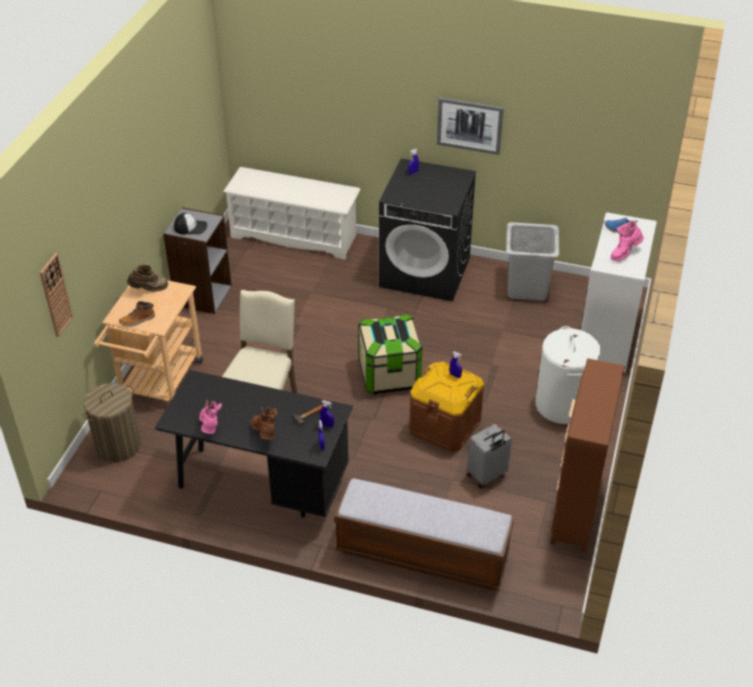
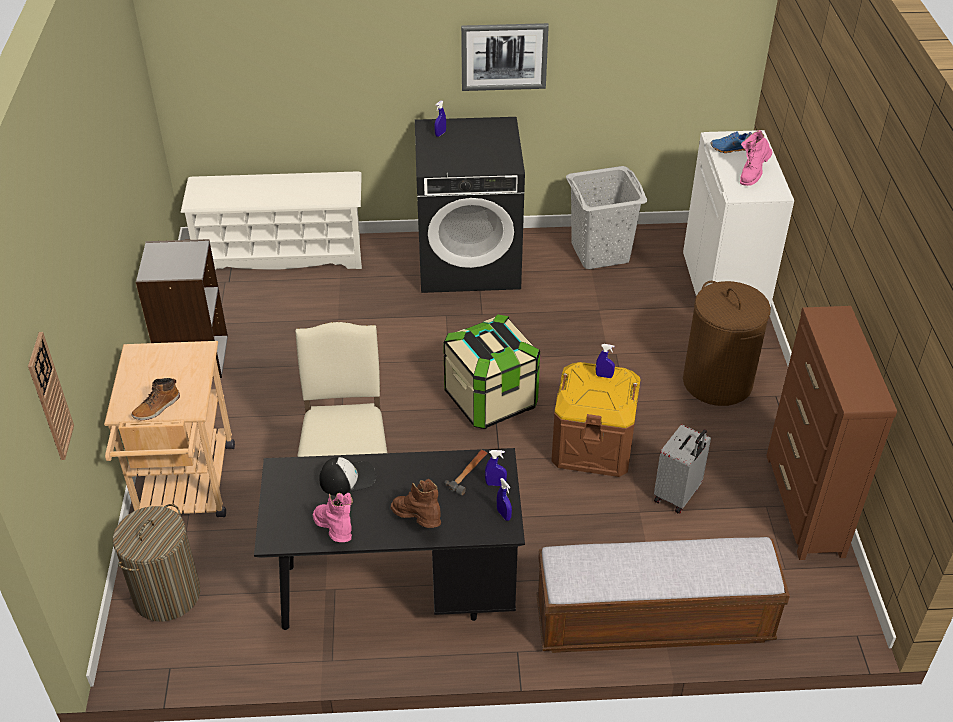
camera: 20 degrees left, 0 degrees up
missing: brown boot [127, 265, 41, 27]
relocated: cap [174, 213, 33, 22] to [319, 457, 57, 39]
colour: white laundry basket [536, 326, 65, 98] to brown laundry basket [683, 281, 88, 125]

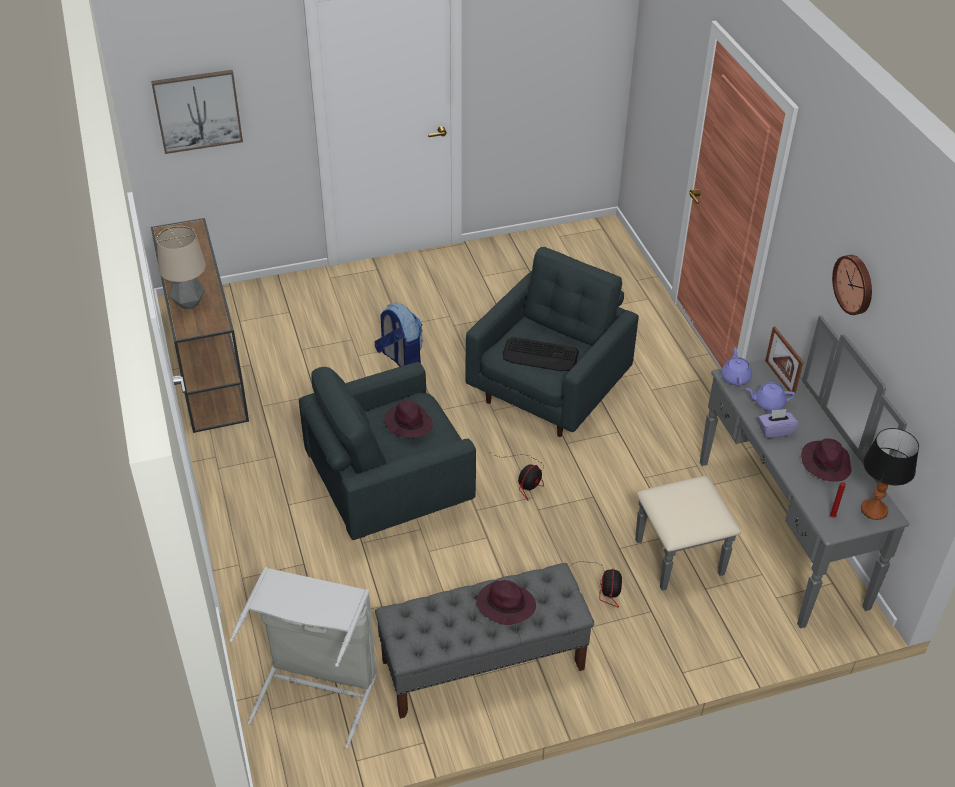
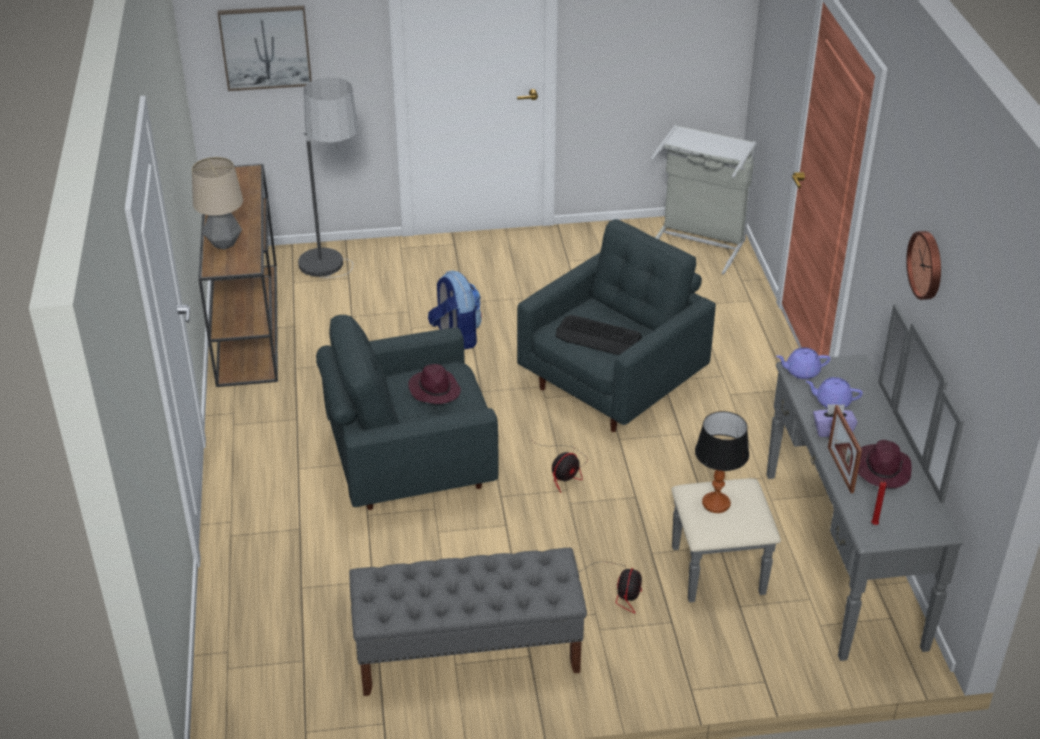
camera: 10 degrees right, 5 degrees down
missing: purple hat [476, 580, 60, 45]
appeared: floor lamp [298, 77, 60, 201]
relocated: picture frame [765, 326, 38, 69] to [828, 405, 34, 88]; table lamp [861, 428, 58, 92] to [695, 411, 54, 102]; grey laundry basket [229, 567, 147, 182] to [651, 125, 106, 149]
spun: purple teapot [721, 347, 31, 39] = [776, 347, 55, 32] 105 degrees counterclockwise

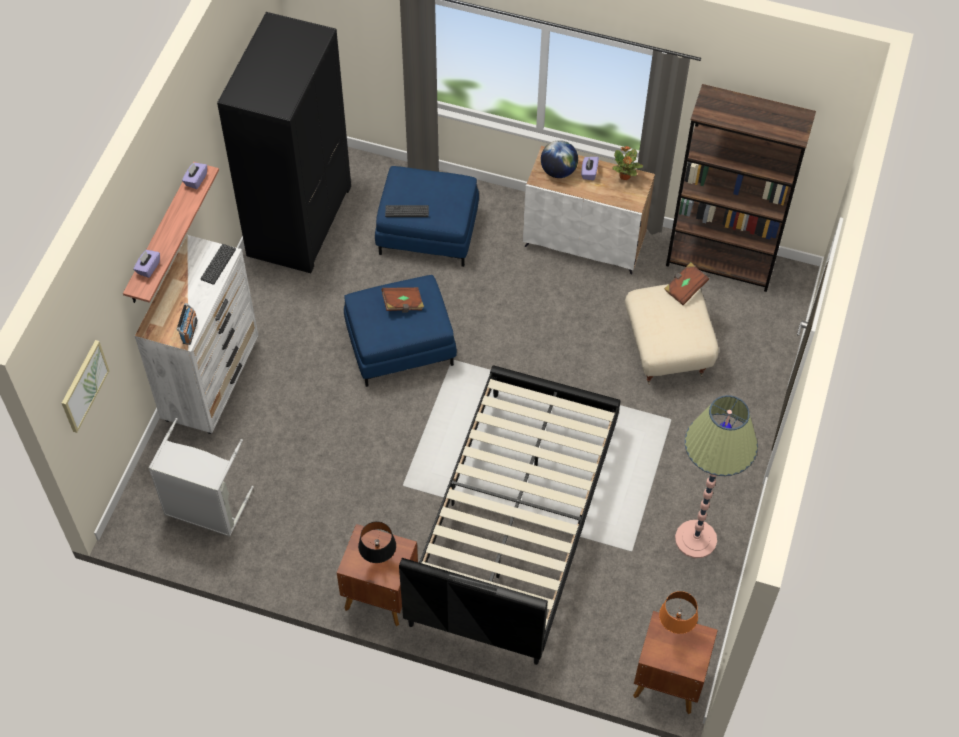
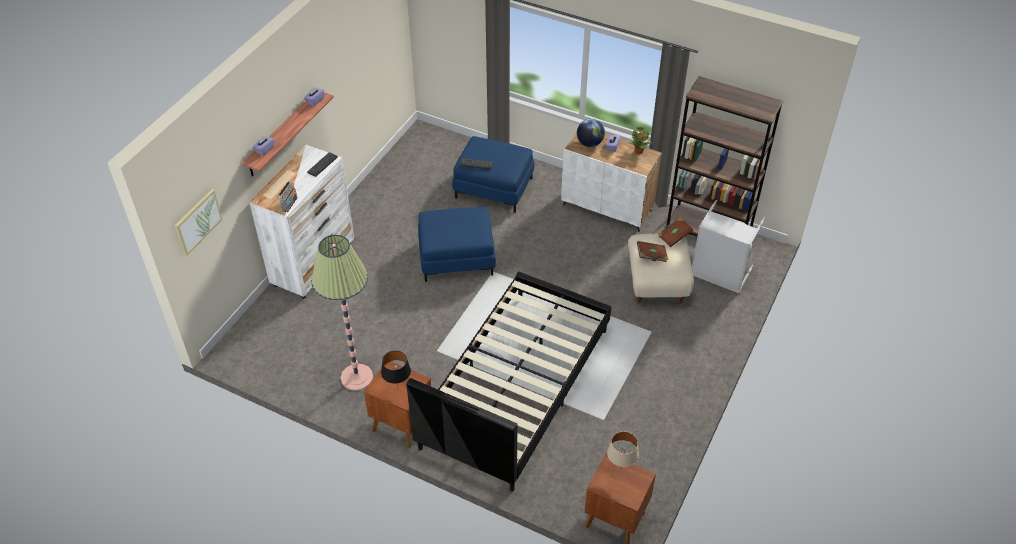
camera: 10 degrees right, 10 degrees down
missing: black wardrobe [217, 12, 134, 261]
relocated: brown book [381, 287, 43, 26] to [637, 241, 31, 21]; floor lamp [675, 395, 83, 163] to [311, 235, 62, 156]; grey laundry basket [149, 418, 105, 119] to [692, 200, 73, 93]
colour: orange table lamp [659, 591, 39, 43] to beige table lamp [607, 431, 32, 36]

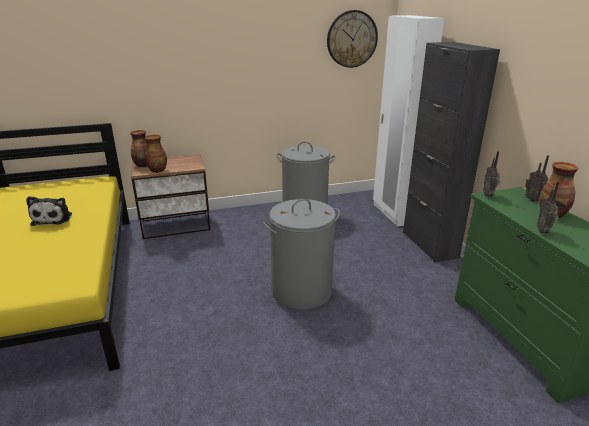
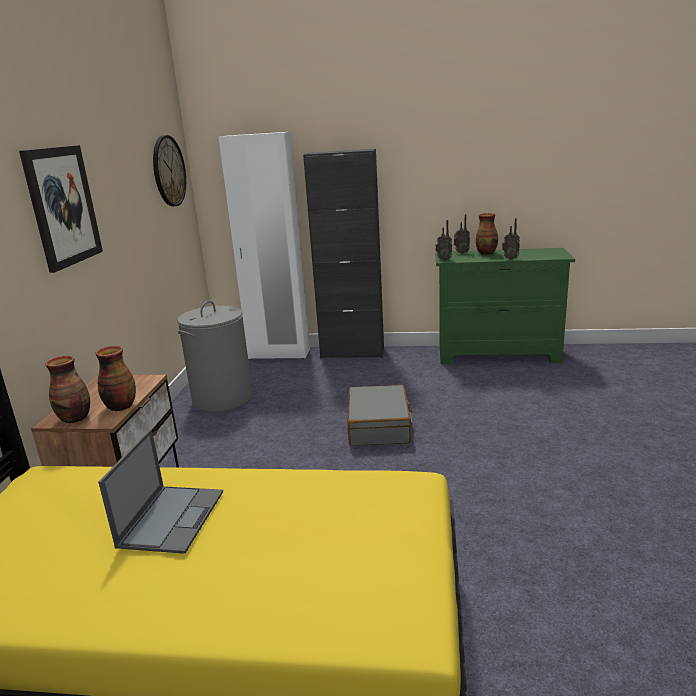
camera: 65 degrees left, 5 degrees down
appeared: picture [19, 145, 84, 128]
exchanged: plush toy [26, 196, 46, 30] to laptop [98, 429, 125, 125]; grey laundry basket [263, 199, 77, 111] to grey suitcase [347, 385, 66, 61]

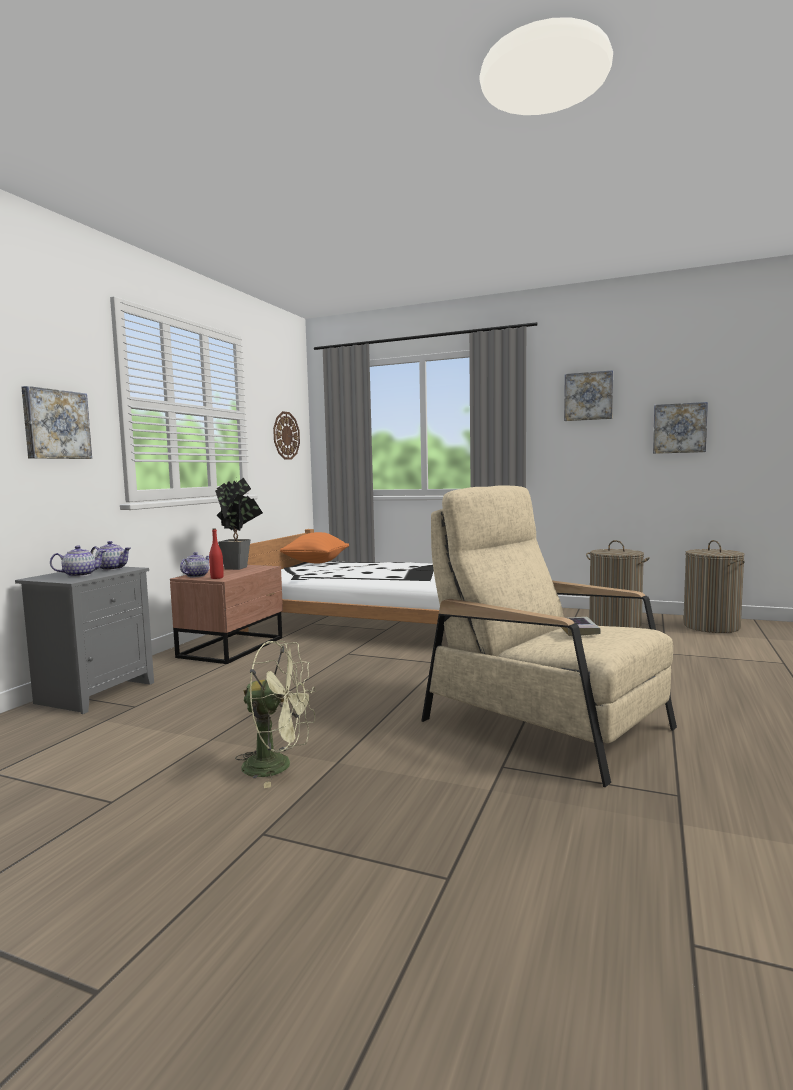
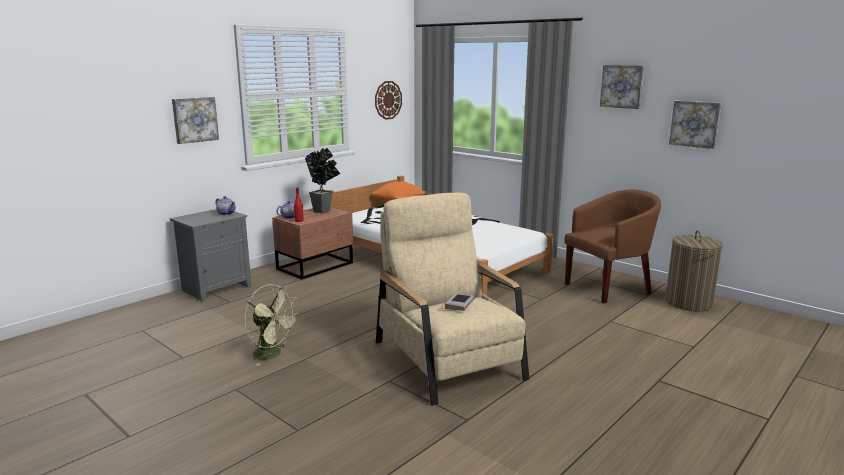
camera: 20 degrees right, 10 degrees up
missing: teapot [50, 545, 56, 32]
exchanged: laundry basket [586, 540, 64, 88] to brown armchair [564, 189, 97, 115]

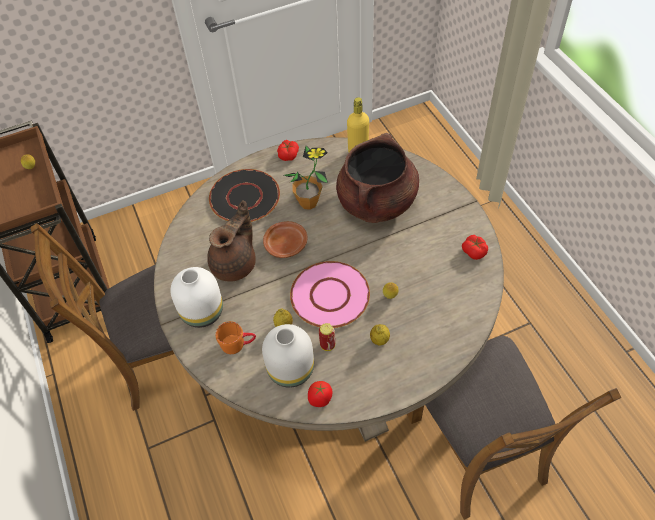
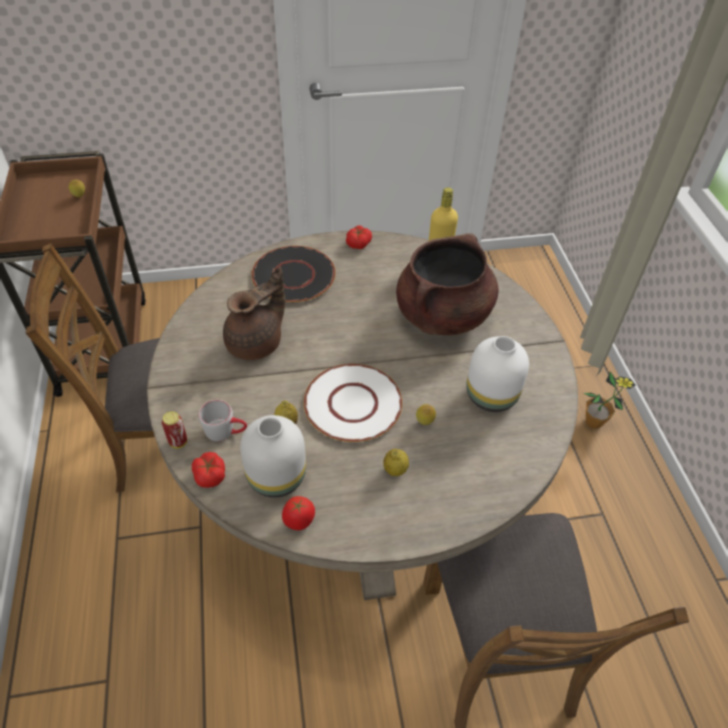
camera: 10 degrees right, 5 degrees down
missing: brown plate [263, 221, 45, 37]
relocated: potted plant [284, 146, 44, 64] to [583, 371, 52, 58]; tomato [462, 235, 26, 25] to [192, 452, 33, 36]; white vase [170, 267, 53, 61] to [466, 336, 63, 76]; can [319, 323, 16, 28] to [162, 411, 25, 38]
colour: pink plate [290, 261, 80, 67] to white plate [304, 364, 98, 78]; orange mug [216, 321, 40, 33] to grey mug [199, 400, 48, 41]

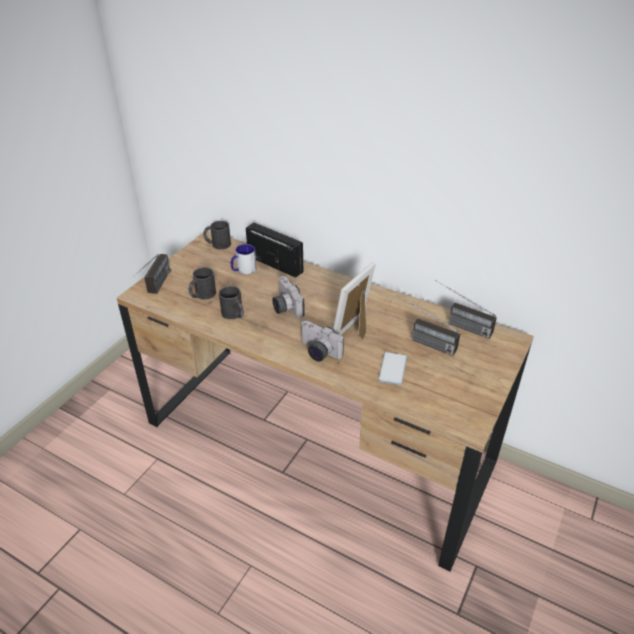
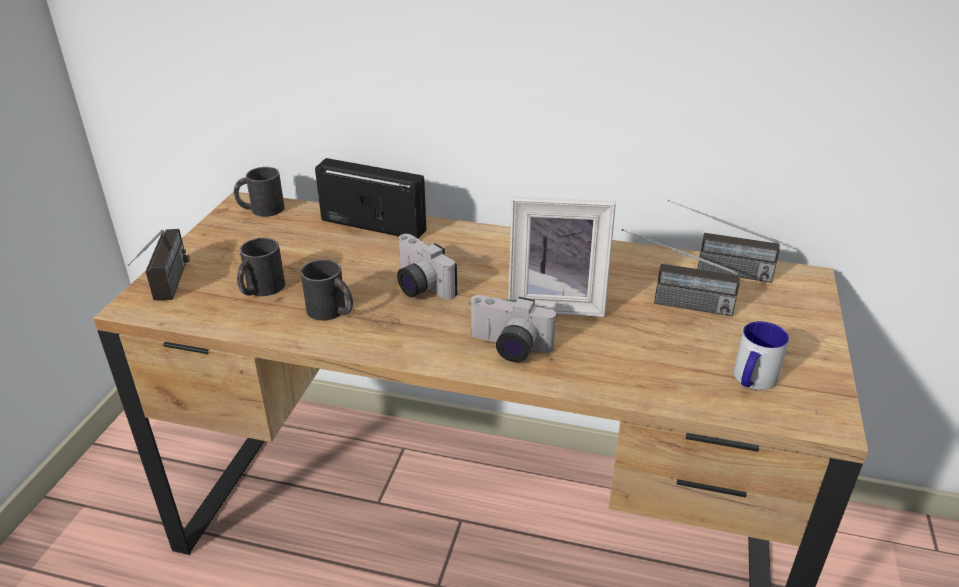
camera: 15 degrees left, 5 degrees down
missing: phone [378, 352, 29, 33]
relocated: mug [231, 244, 25, 30] to [733, 321, 56, 69]
spun: picture frame [333, 262, 43, 78] = [508, 196, 108, 121] 105 degrees counterclockwise

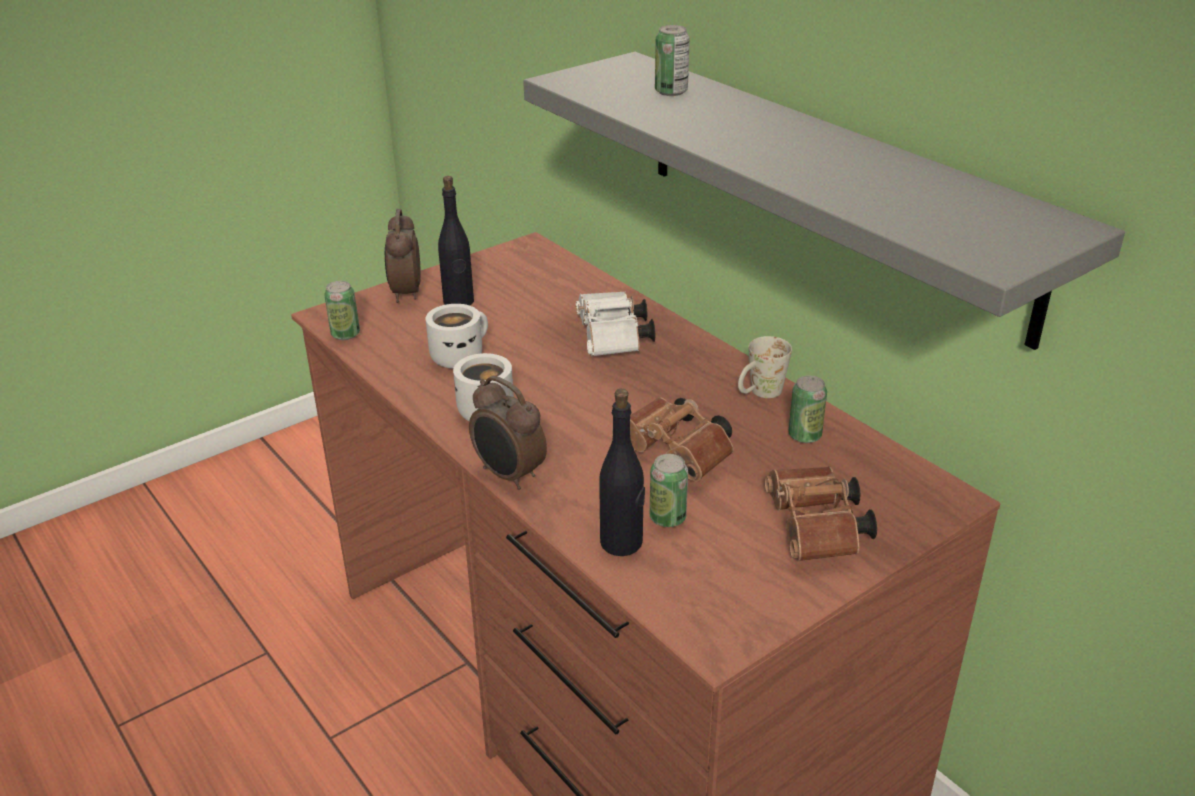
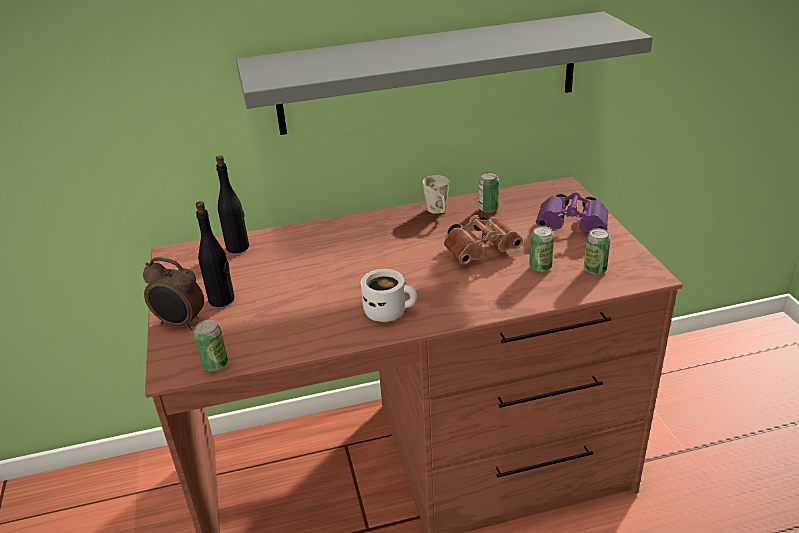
camera: 65 degrees left, 0 degrees up
missing: white binoculars [576, 291, 79, 66]; white mug [426, 304, 62, 65]; alarm clock [469, 376, 78, 114]
relocated: can [655, 25, 35, 71] to [584, 228, 27, 47]; black bottle [599, 389, 46, 167] to [216, 155, 33, 98]
colour: brown binoculars [765, 466, 112, 96] to purple binoculars [536, 190, 73, 42]

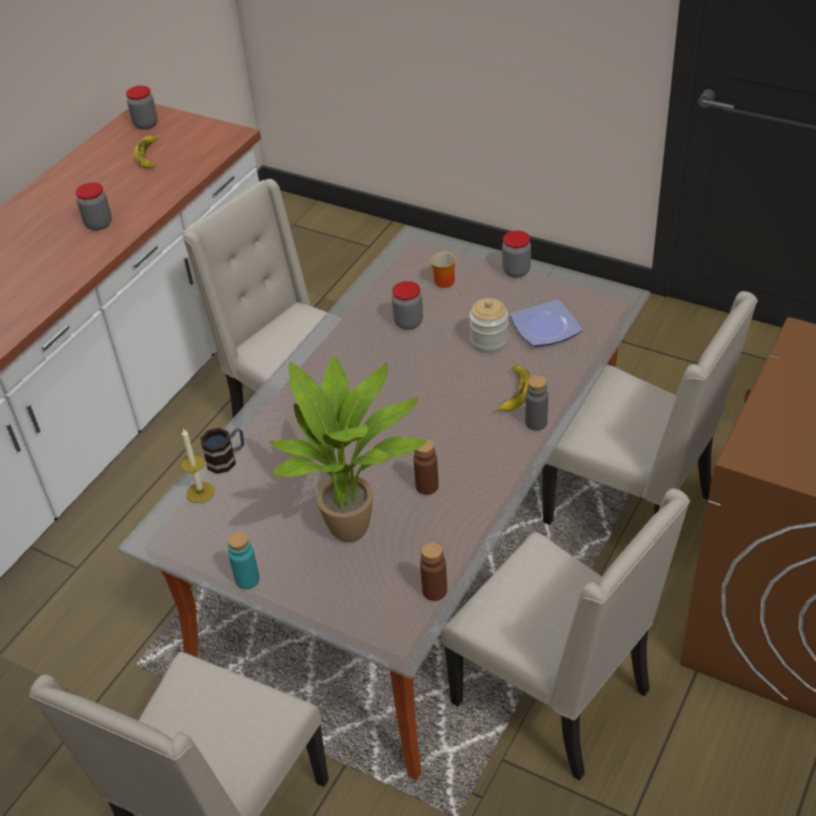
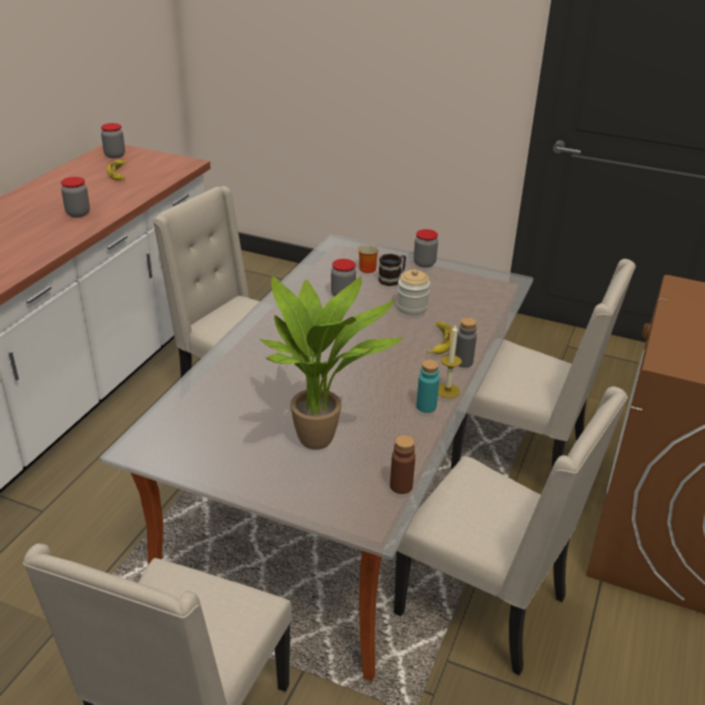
camera: 10 degrees left, 10 degrees down
missing: plate [510, 299, 72, 48]; brown bottle [413, 438, 26, 57]
relocated: candle [180, 428, 35, 75] to [438, 324, 24, 74]; mug [200, 428, 44, 46] to [378, 254, 28, 32]; turquoise bottle [228, 532, 32, 57] to [416, 359, 23, 54]

